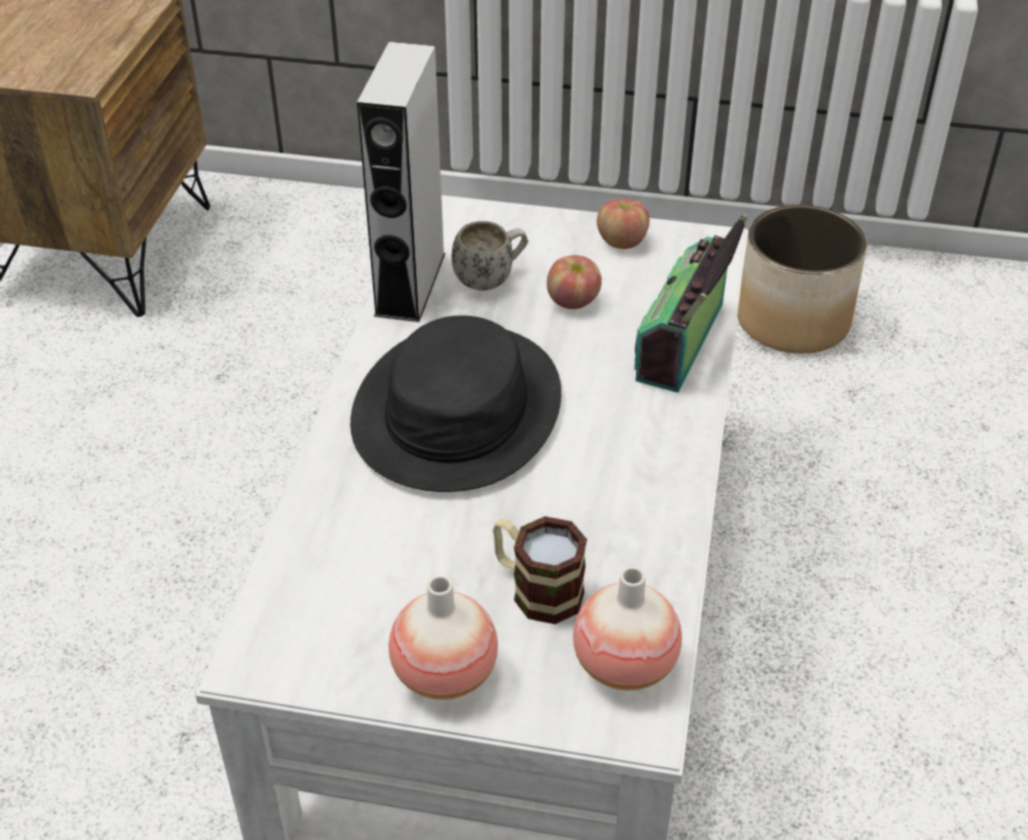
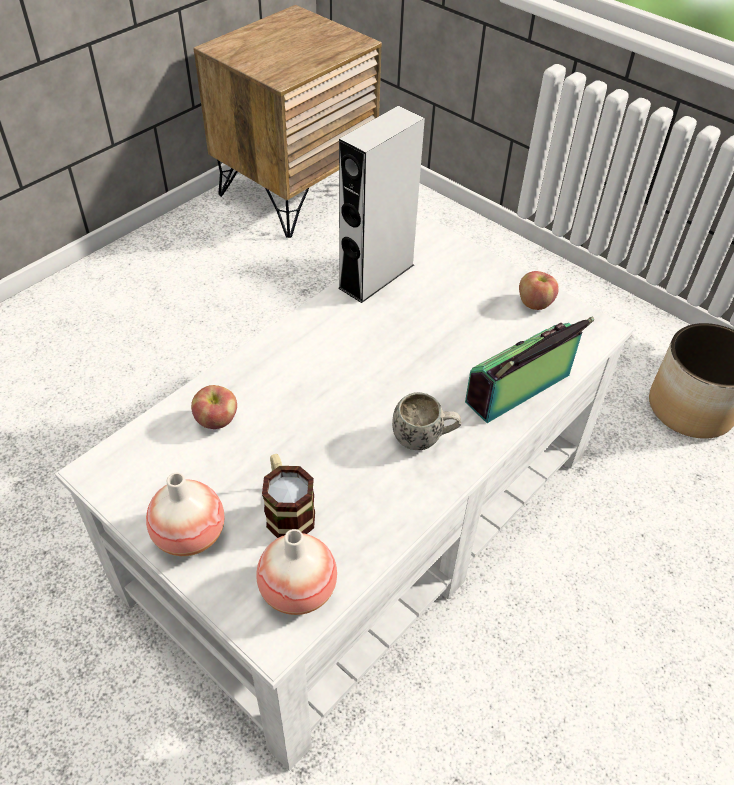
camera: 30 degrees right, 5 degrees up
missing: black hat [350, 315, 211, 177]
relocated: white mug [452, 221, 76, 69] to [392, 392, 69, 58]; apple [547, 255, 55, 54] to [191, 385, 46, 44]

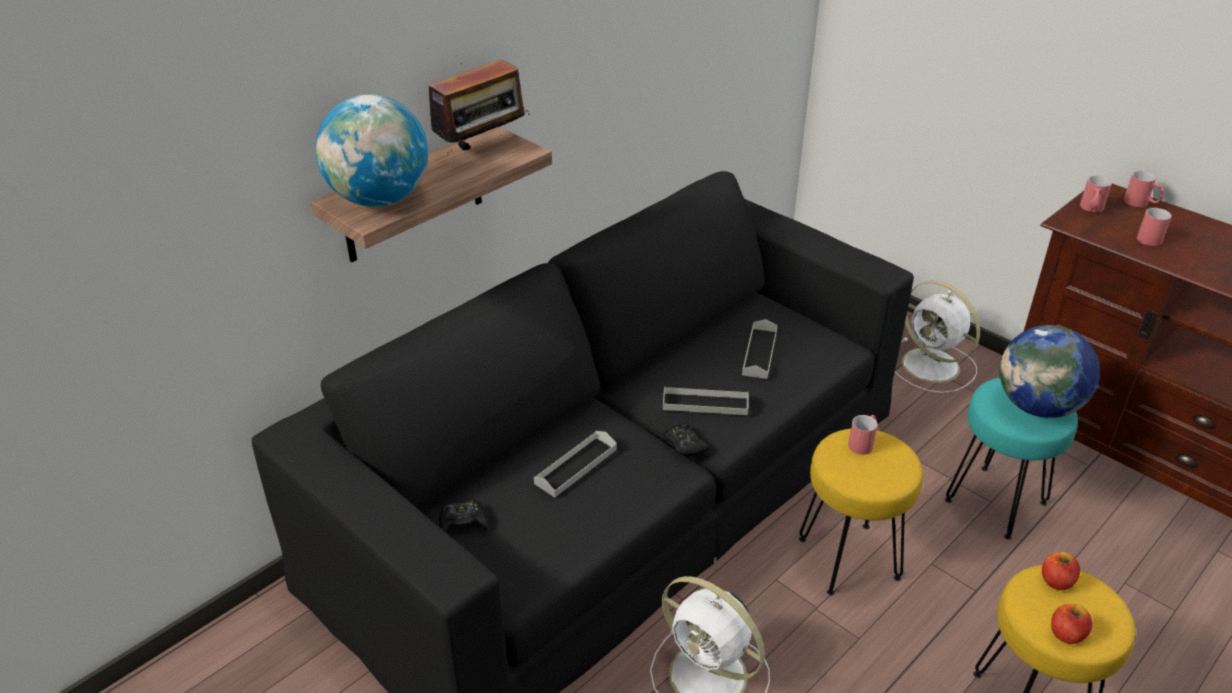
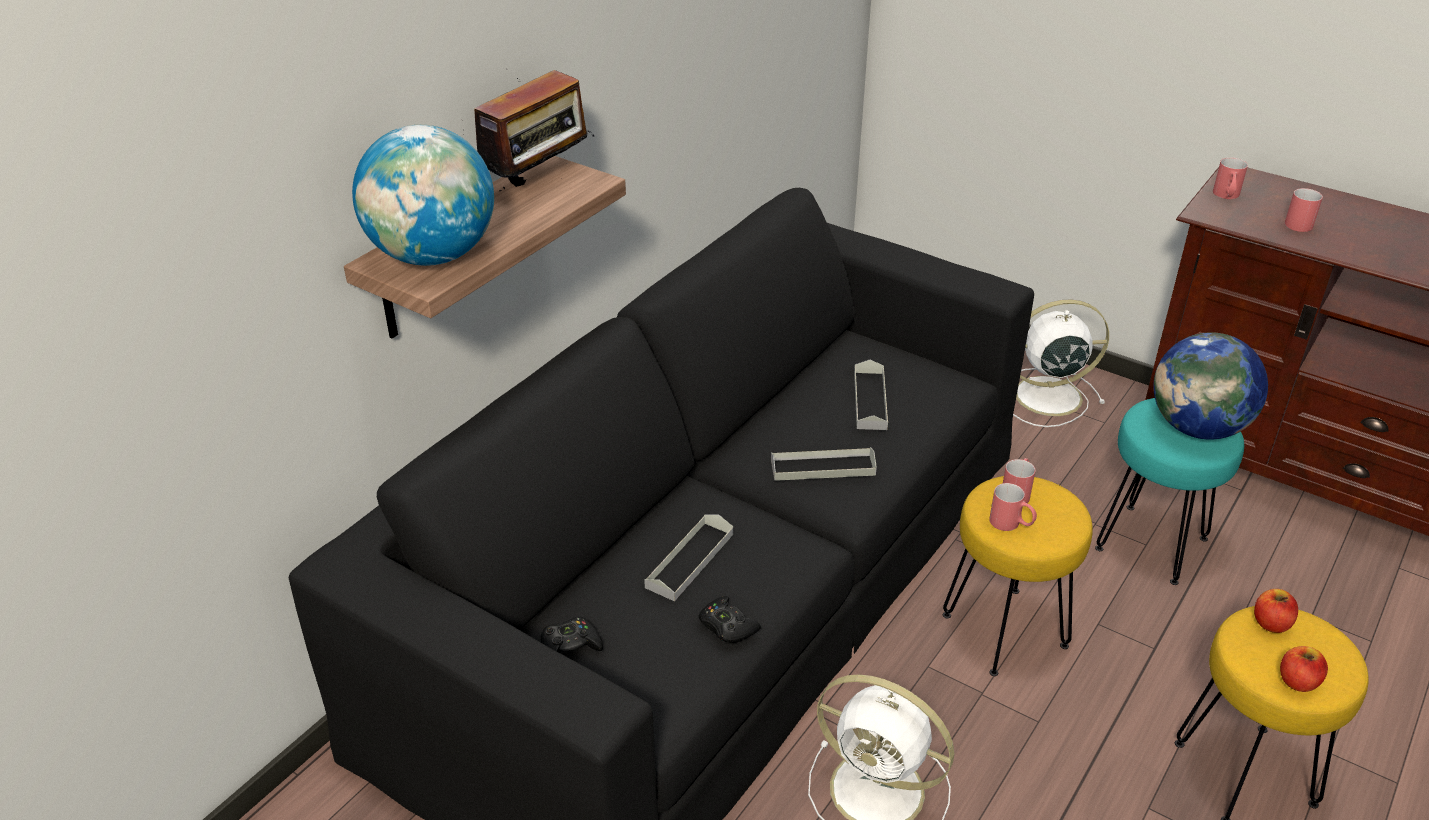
camera: 10 degrees left, 0 degrees up
relocated: red mug [1124, 171, 41, 36] to [989, 483, 48, 48]; black game controller [664, 423, 45, 33] to [699, 596, 62, 47]
spun: white fan [895, 281, 85, 112] = [1013, 300, 96, 127] 135 degrees clockwise

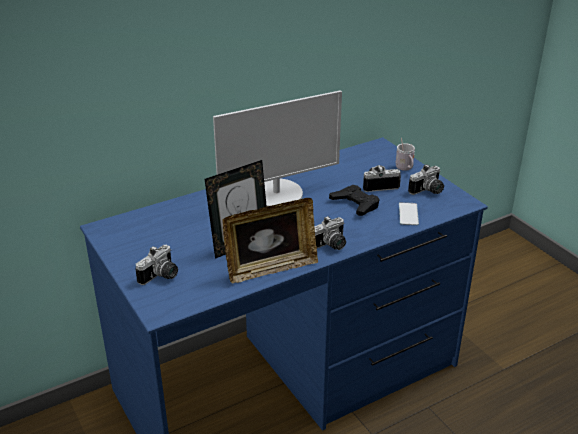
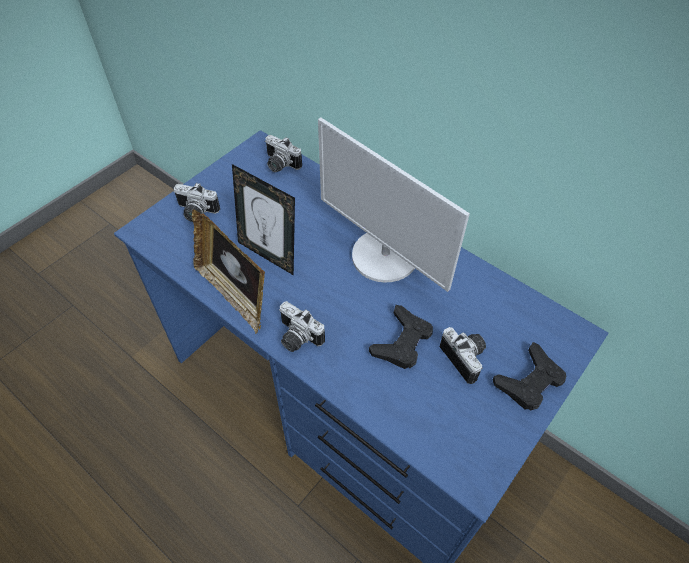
camera: 70 degrees right, 20 degrees up
missing: phone [399, 202, 20, 23]
relocated: photo camera [408, 164, 36, 31] to [265, 135, 37, 37]
exchanged: white mug [396, 138, 19, 33] to black game controller [493, 342, 74, 69]

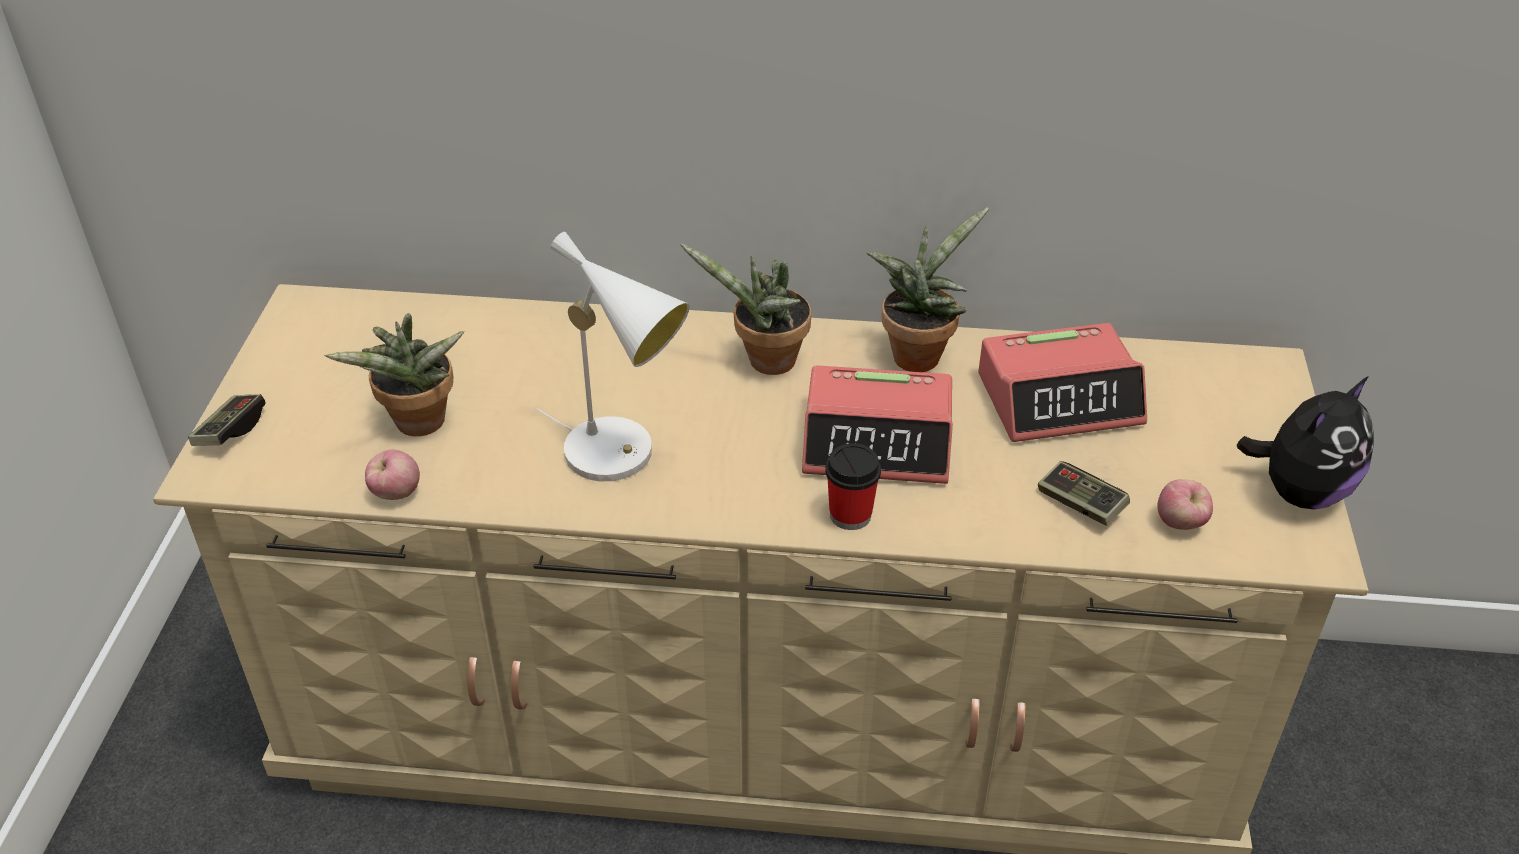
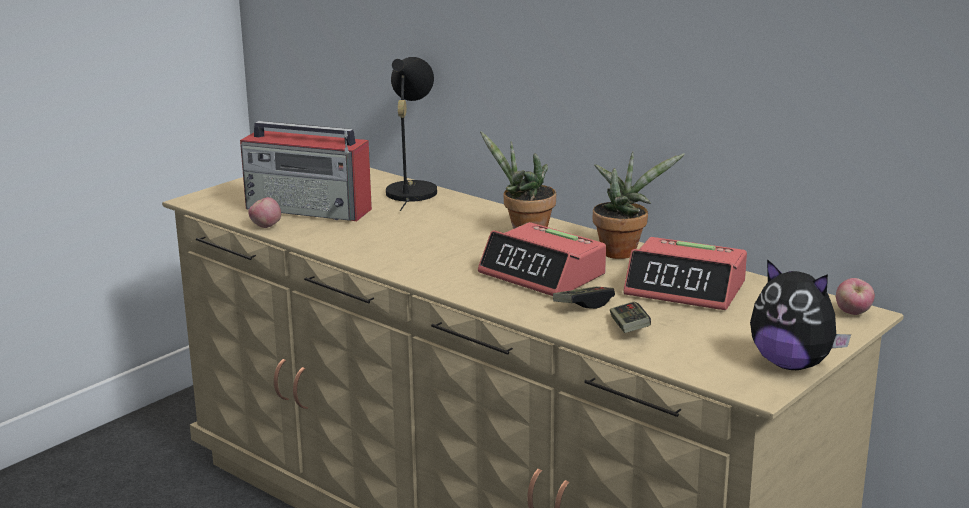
camera: 35 degrees right, 20 degrees down
missing: white table lamp [536, 232, 154, 249]; cup [826, 443, 55, 87]
appeared: black table lamp [386, 57, 51, 154]
relocated: game controller [188, 394, 78, 52] to [553, 287, 62, 22]; apple [1157, 479, 56, 51] to [836, 278, 39, 37]
exchanged: potted plant [324, 313, 140, 123] to radio [240, 121, 132, 100]
spun: plush toy [1236, 376, 138, 134] = [750, 259, 101, 111] 45 degrees clockwise

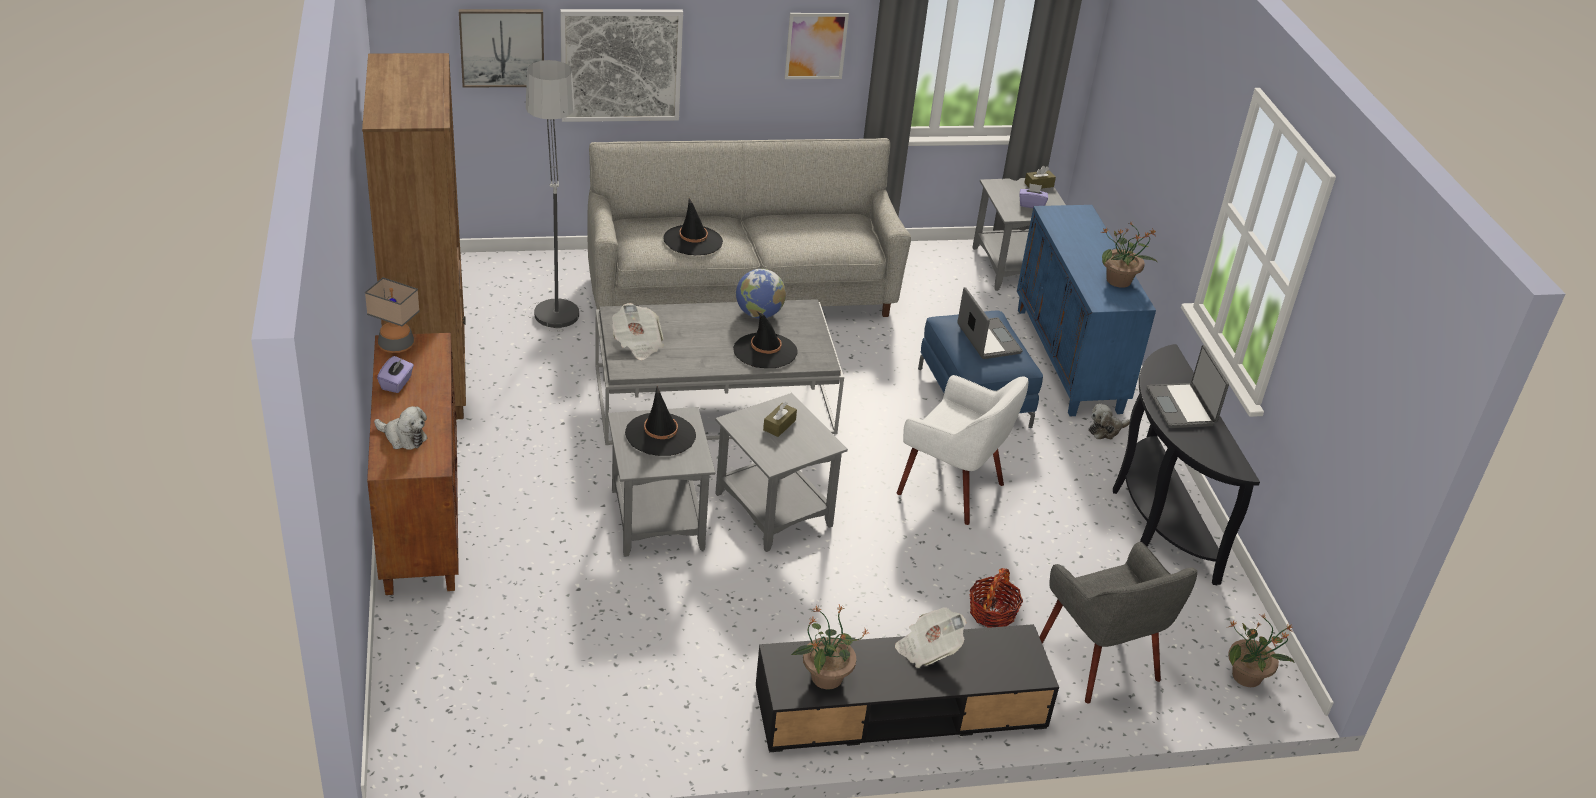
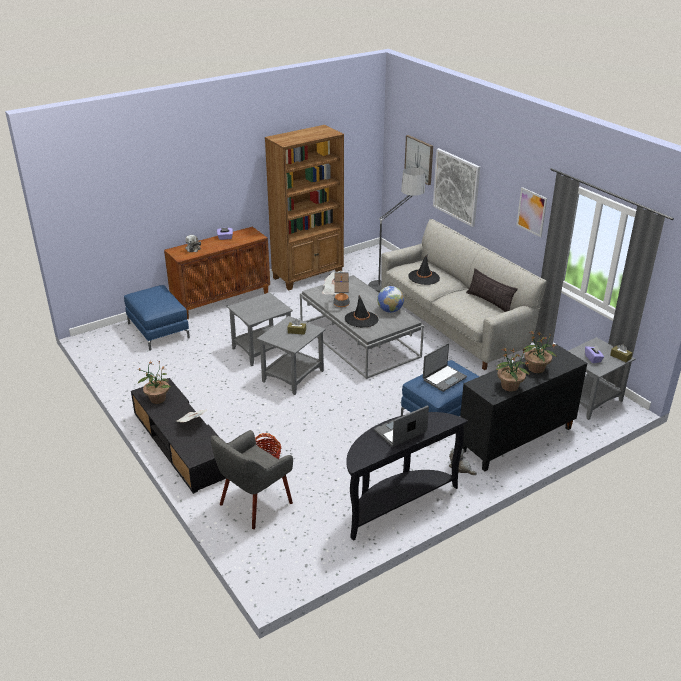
camera: 70 degrees right, 5 degrees down
missing: white armchair [897, 375, 131, 150]; black hat [625, 386, 71, 70]
appeared: pillow [466, 268, 52, 44]; blue ottoman [124, 285, 66, 66]
relocated: table lamp [365, 277, 55, 76] to [333, 272, 17, 35]; potted plant [1228, 614, 67, 73] to [523, 330, 34, 43]
colour: blue cabinet [1017, 205, 139, 211] to black cabinet [460, 344, 127, 127]

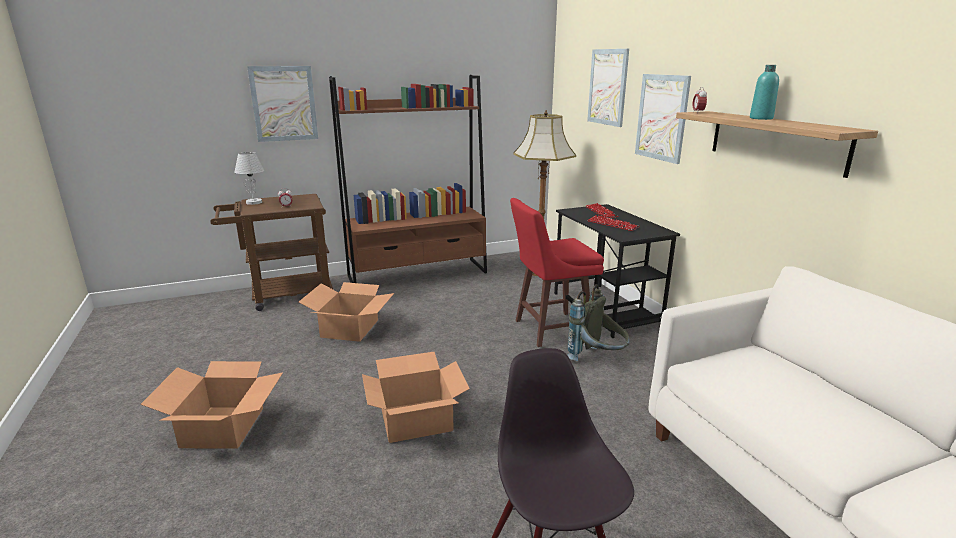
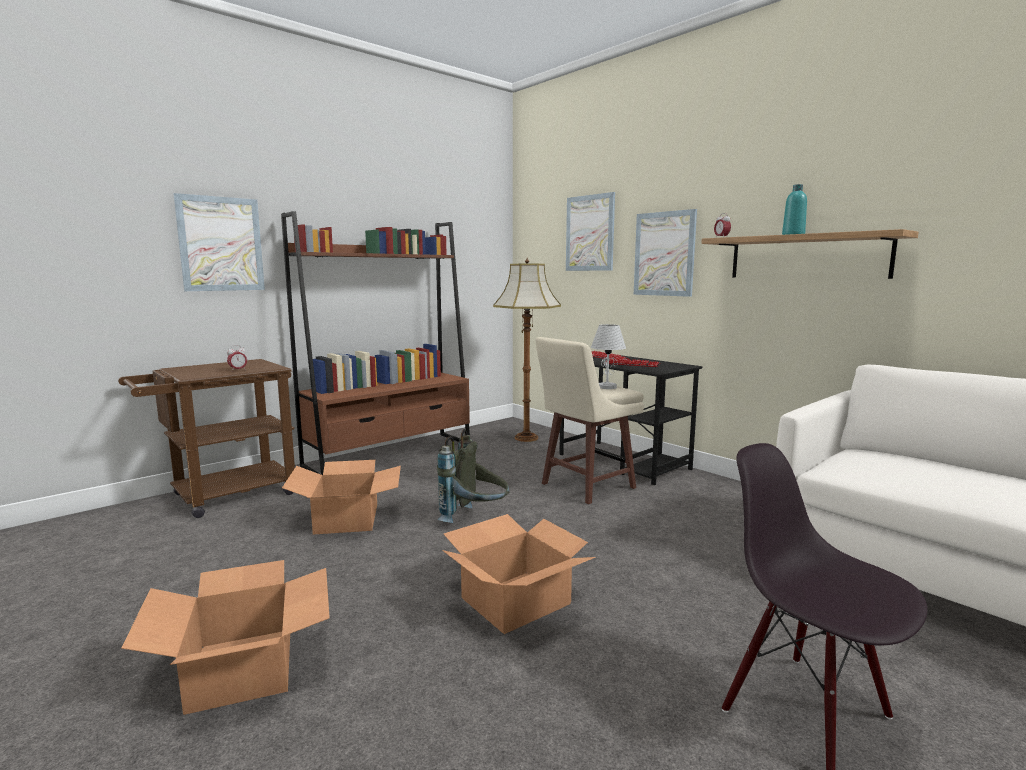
camera: 20 degrees left, 10 degrees down
relocated: white table lamp [234, 152, 30, 53] to [591, 324, 35, 65]; grey backpack [567, 284, 63, 77] to [437, 429, 73, 94]
colour: red stool [510, 198, 94, 149] to beige stool [535, 337, 109, 167]

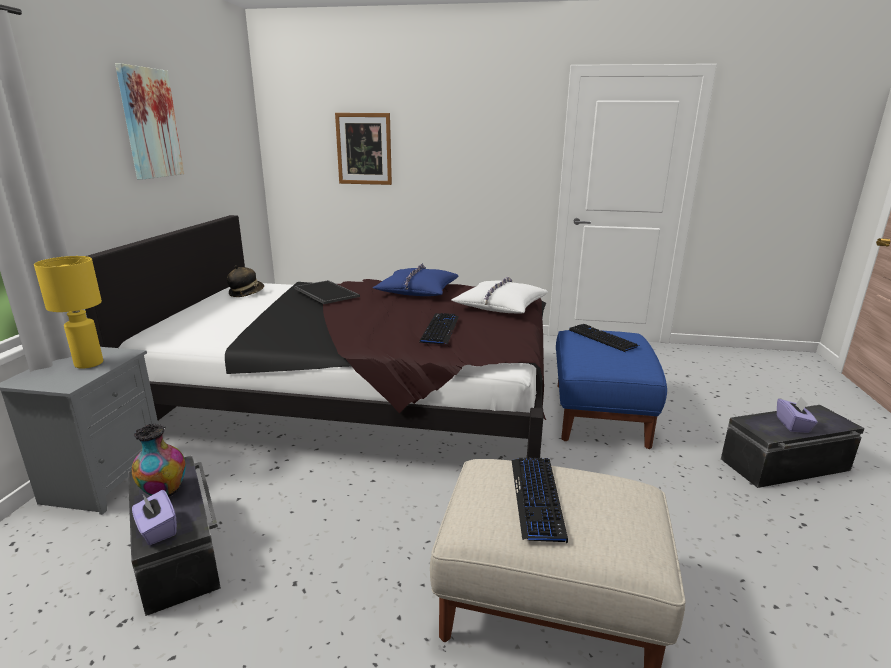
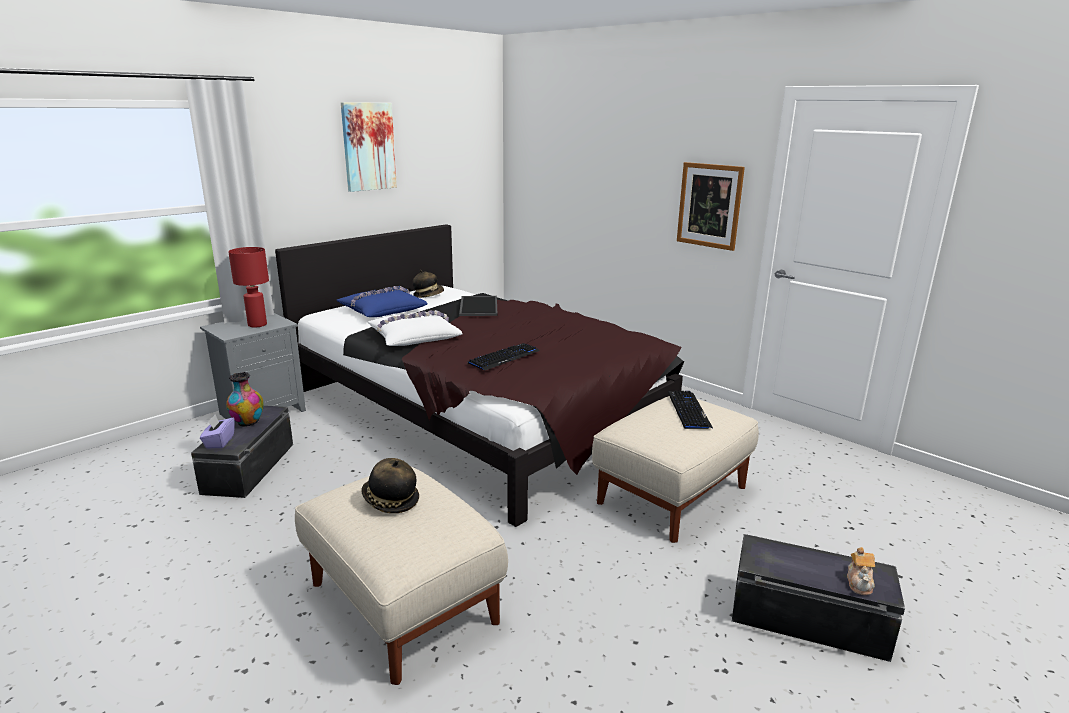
camera: 35 degrees right, 0 degrees up
missing: purple tissue box [777, 397, 41, 36]
appeared: teapot [847, 547, 28, 48]
relocated: picture [335, 113, 57, 72] to [677, 162, 68, 89]; blue pillow [373, 263, 85, 33] to [337, 286, 91, 31]; white pillow [451, 276, 97, 37] to [368, 310, 94, 36]
exchanged: keyboard [512, 458, 56, 85] to hat [361, 458, 58, 55]
colour: yellow table lamp [34, 256, 69, 113] to red table lamp [228, 247, 41, 81]; blue ottoman [556, 330, 111, 119] to beige ottoman [592, 396, 167, 147]

